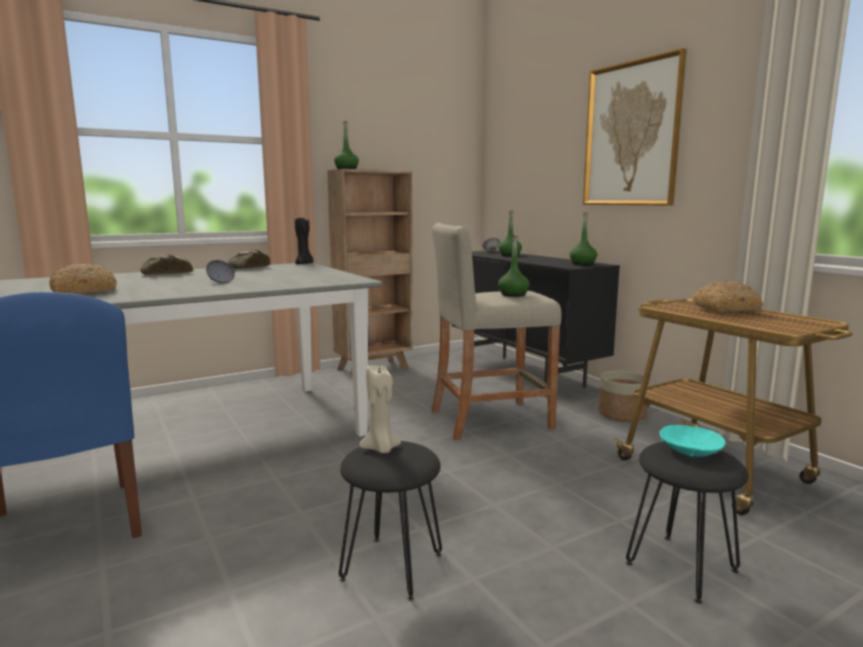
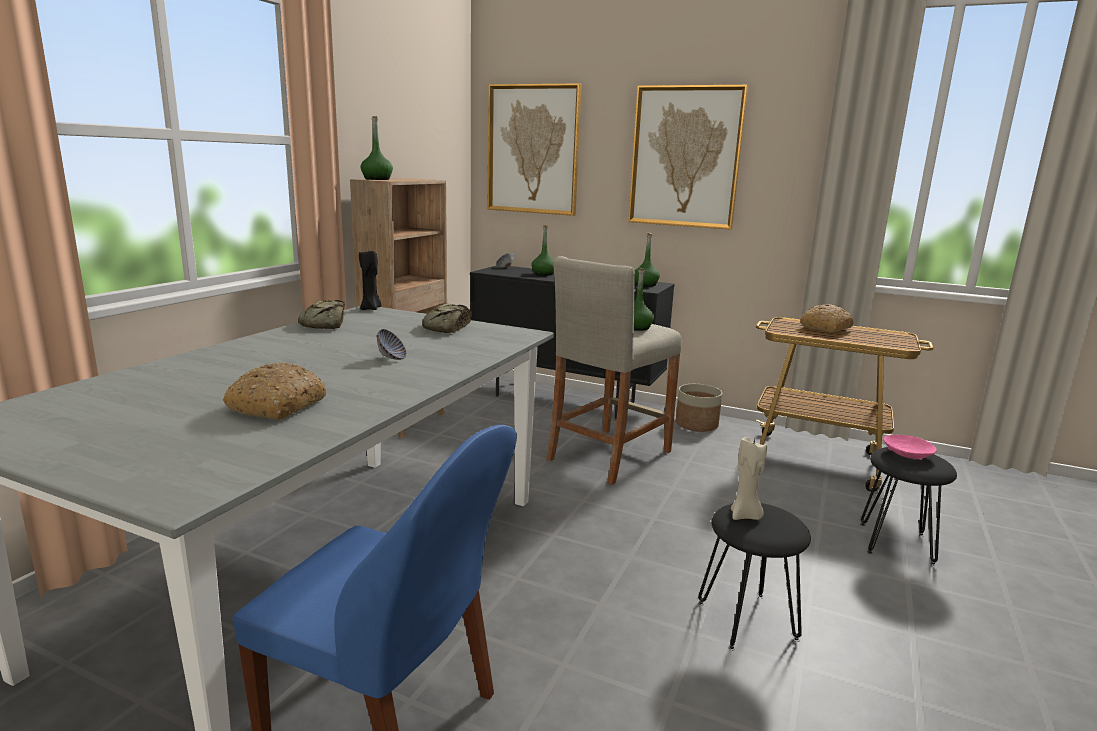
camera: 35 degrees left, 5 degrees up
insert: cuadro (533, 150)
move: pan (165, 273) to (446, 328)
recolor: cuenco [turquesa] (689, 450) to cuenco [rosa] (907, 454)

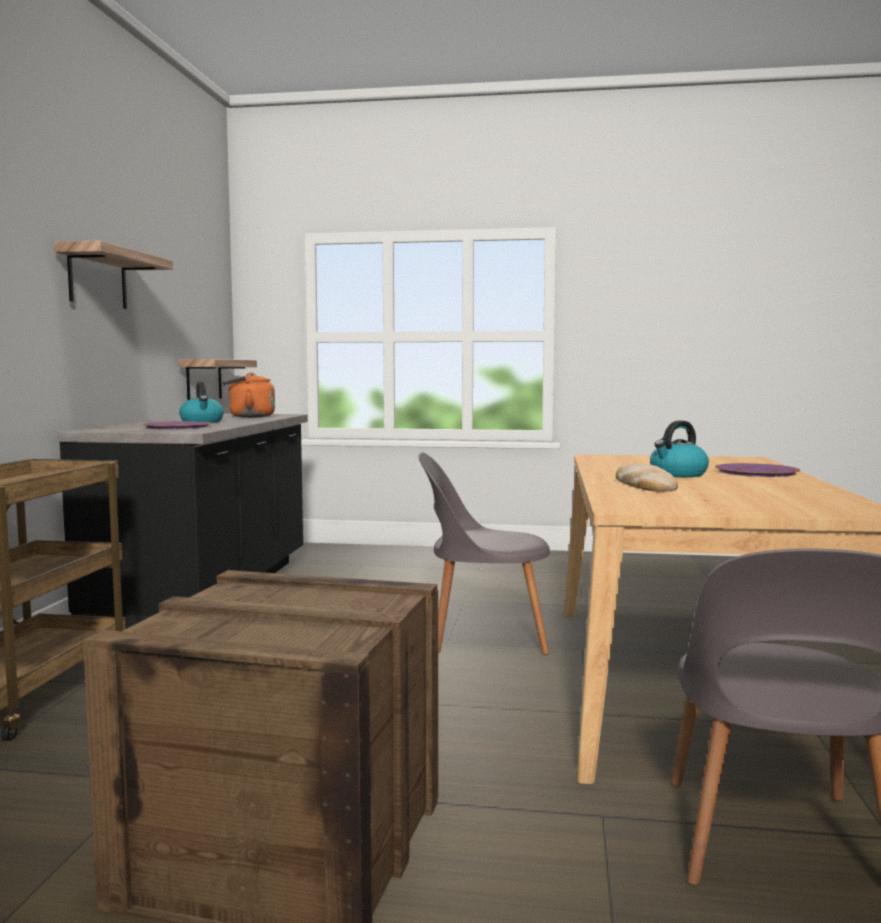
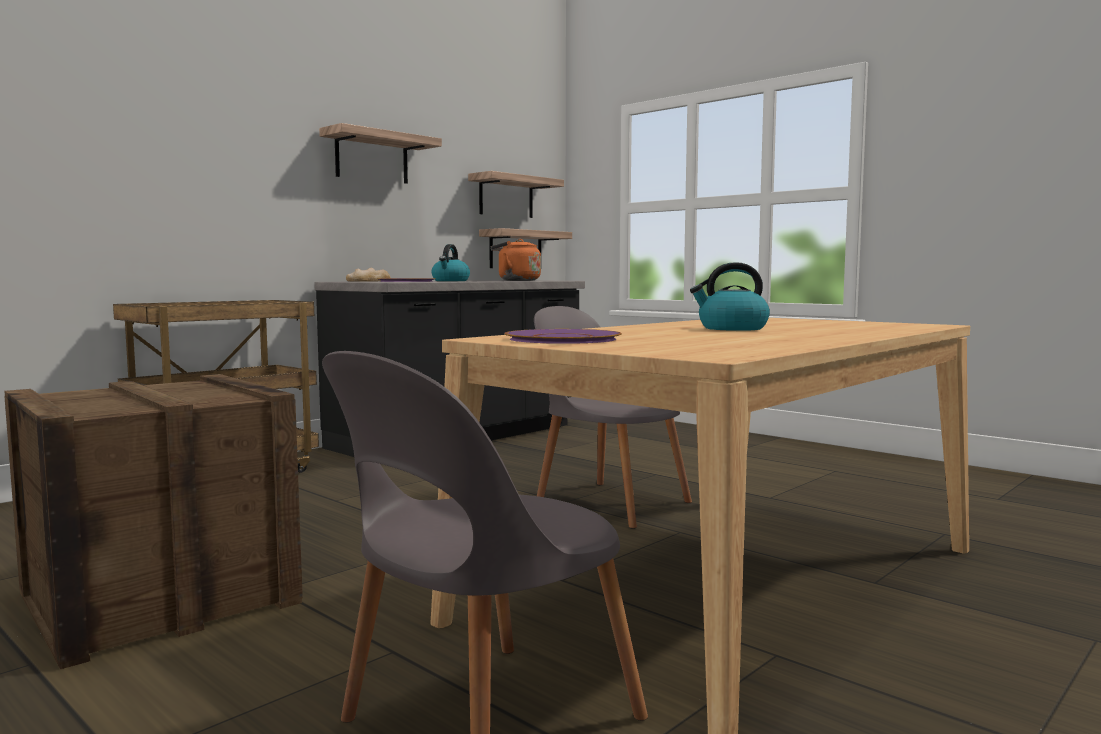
camera: 35 degrees right, 0 degrees up
insert: estante (506, 197)
move: pan (643, 485) to (369, 281); plato [morado] (756, 472) to (562, 339)

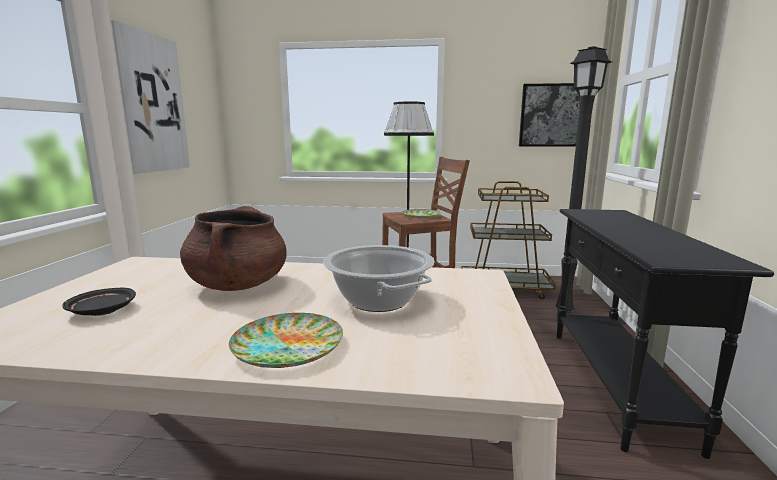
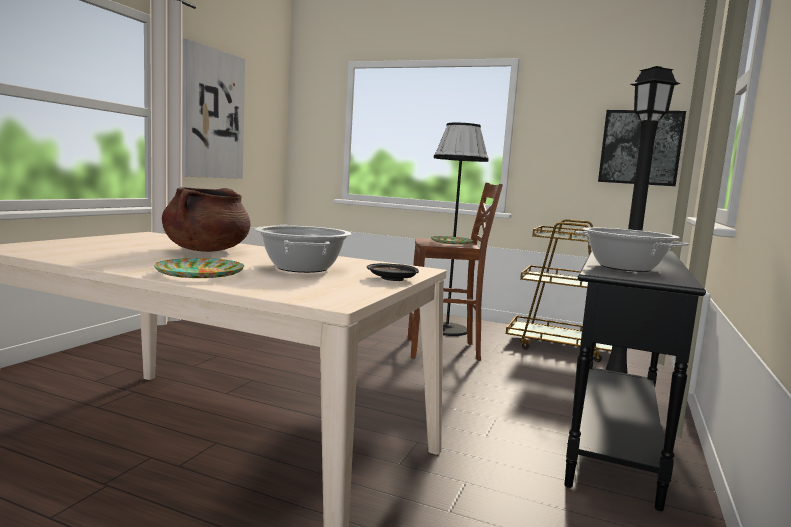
camera: 15 degrees right, 5 degrees down
insert: olla (625, 267)
move: plato [negro] (102, 311) to (392, 279)

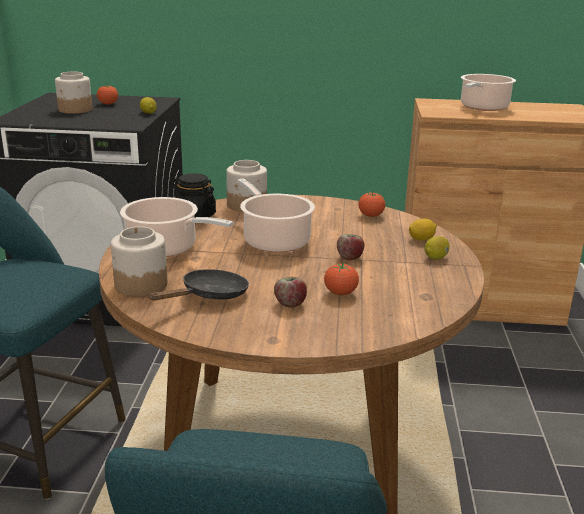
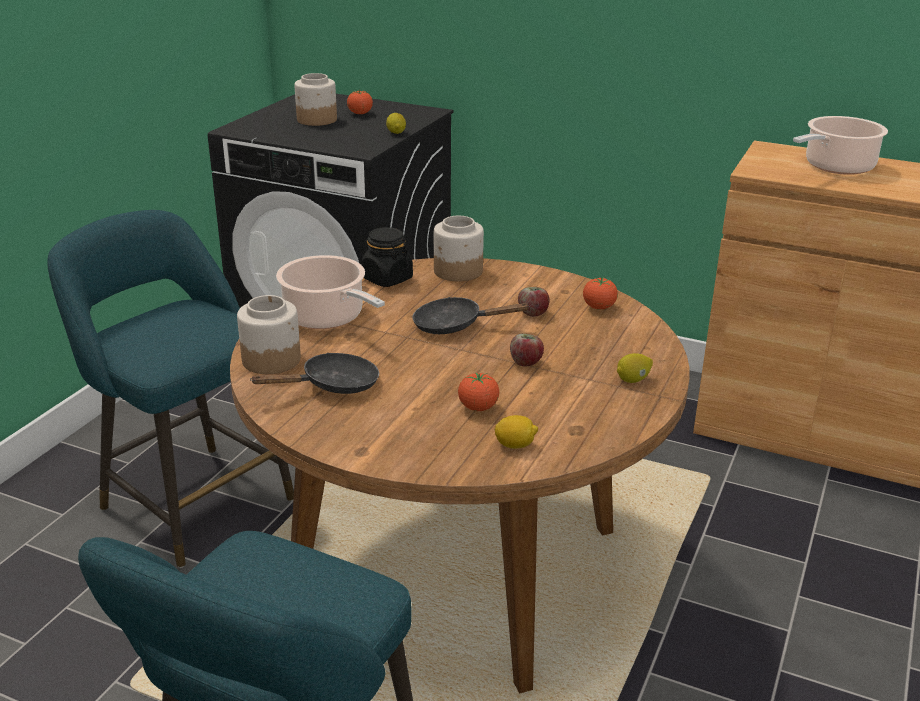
camera: 20 degrees right, 5 degrees up
move: manzana (290, 304) to (533, 313); limón (421, 239) to (515, 445)
replace: olla (274, 240) to sartén [negro] (454, 325)

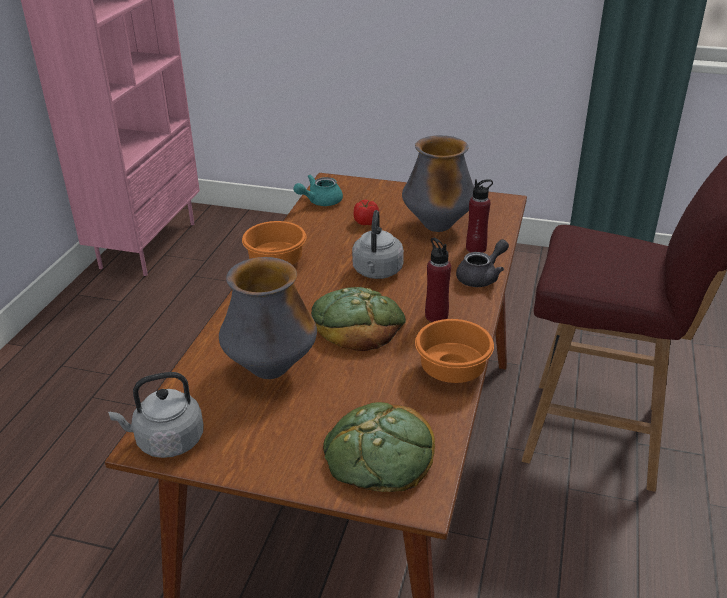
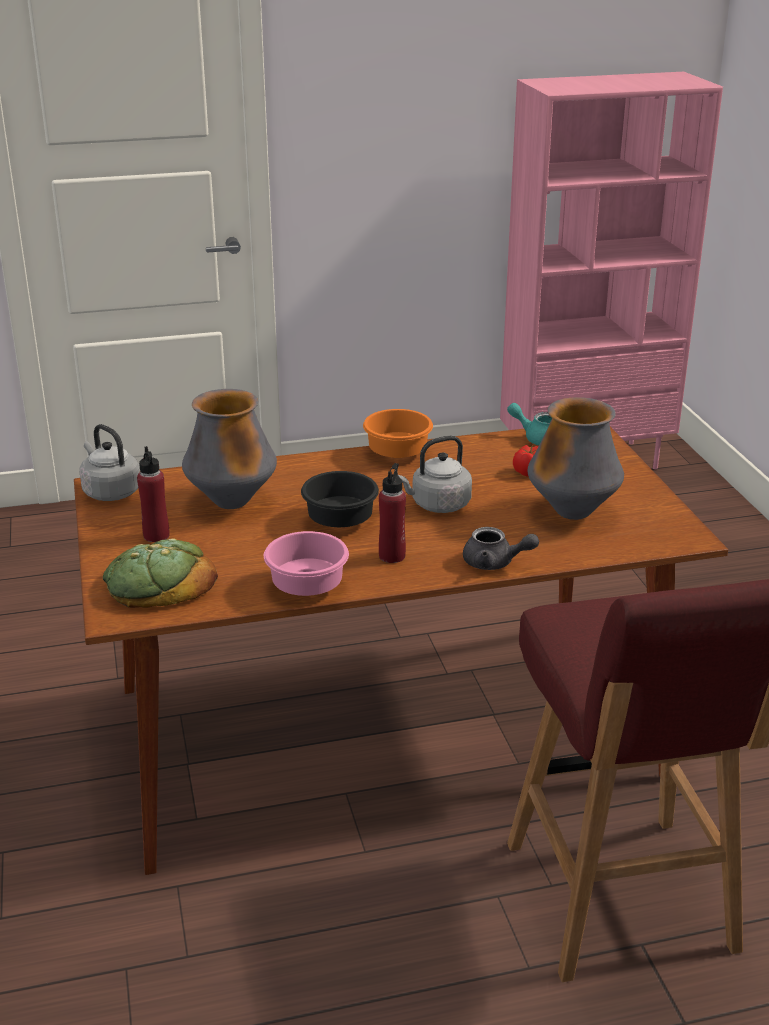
camera: 60 degrees right, 5 degrees down
move: botella [rojo] (476, 248) to (156, 535)
replace: pan (357, 323) to cuenco [negro] (338, 520)
recolor: cuenco [naranja] (455, 371) to cuenco [rosa] (308, 588)

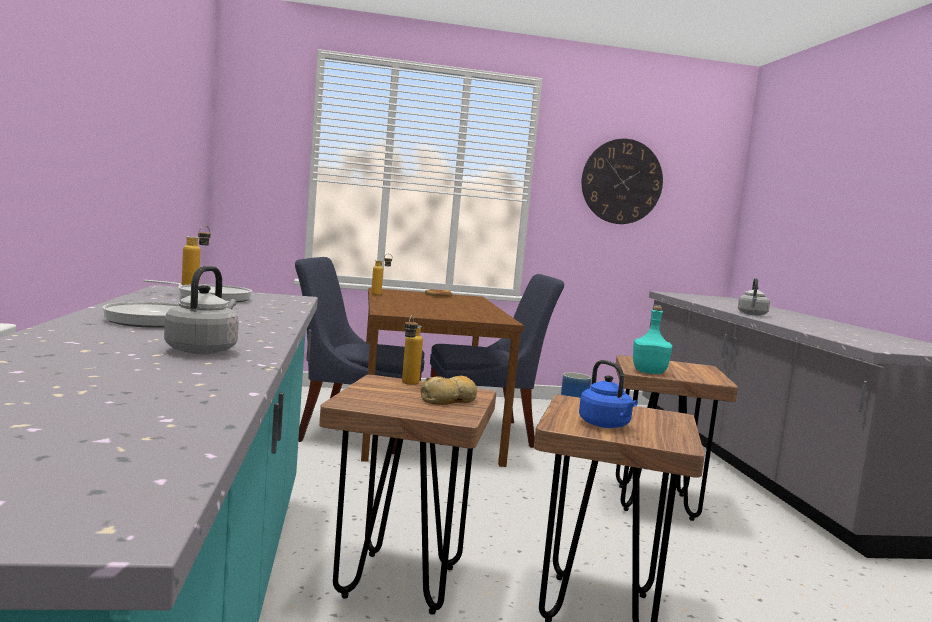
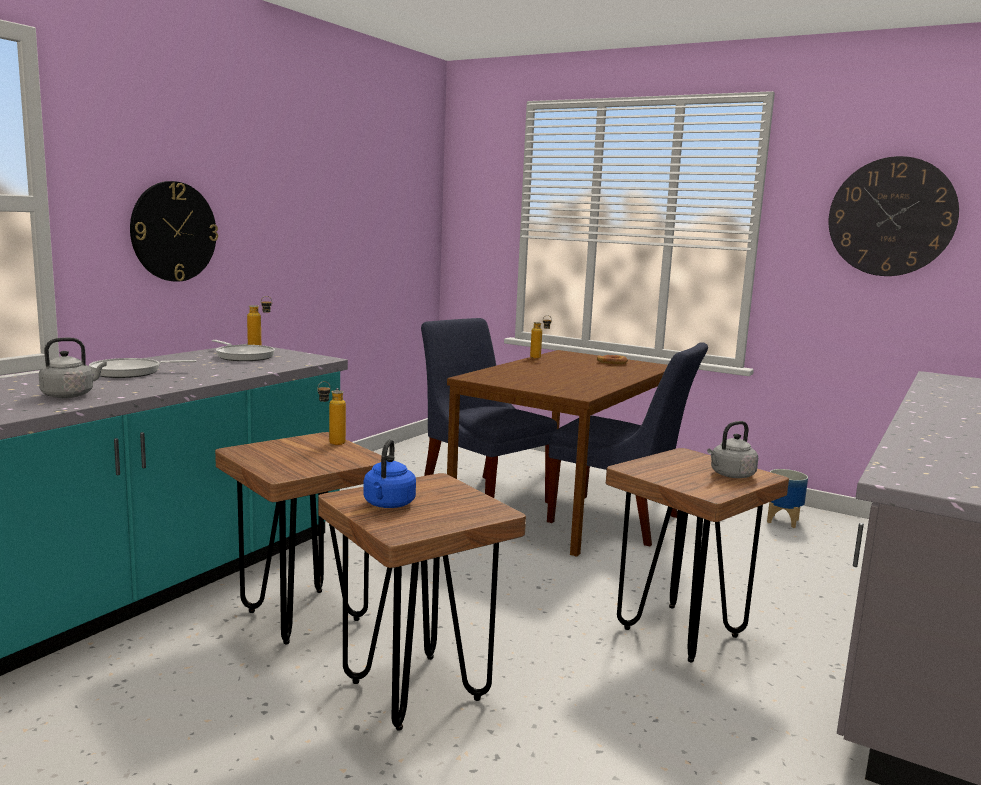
camera: 40 degrees right, 5 degrees up
delete: pan (449, 400); botella [turquesa] (649, 372)
insert: reloj de pared (173, 231)
move: hervidor [gris] (752, 314) to (730, 475)

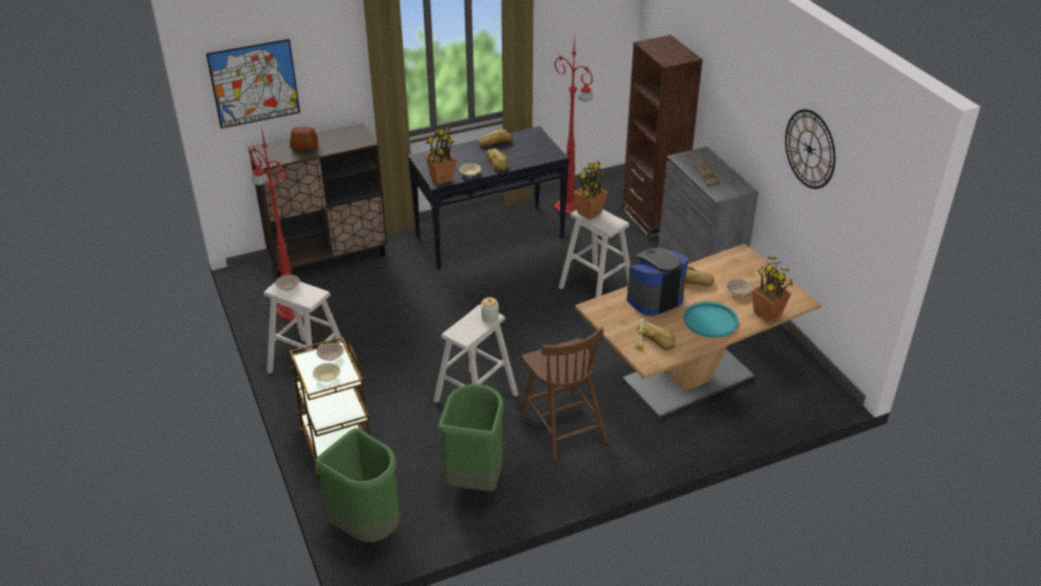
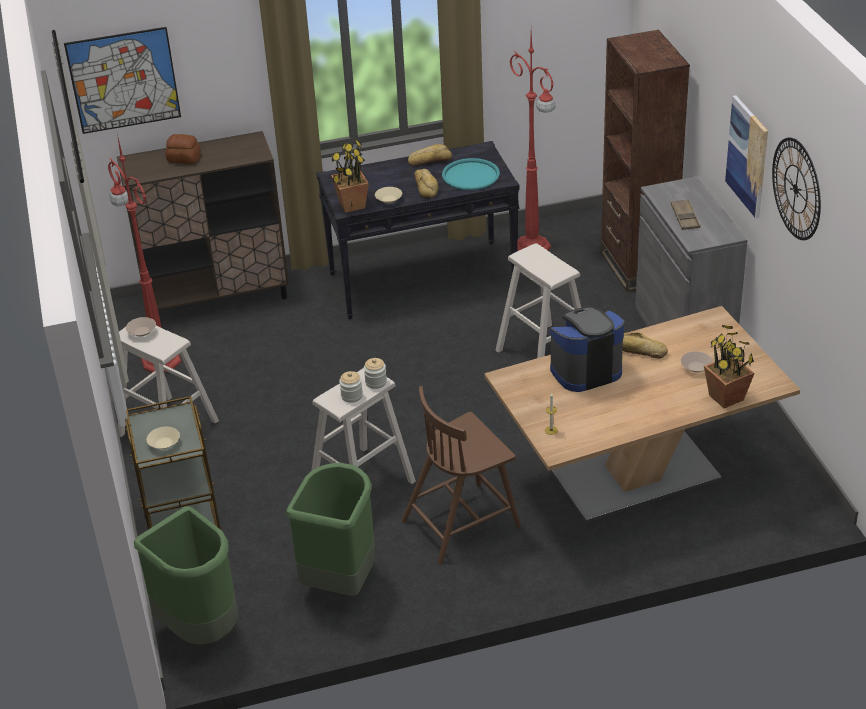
camera: 10 degrees right, 0 degrees up
delete: cuenco [beis] (331, 356); planta en maceta (589, 213); pan (656, 338)
insert: tarro (351, 396); cuadro (747, 156)
move: bandeja [turquesa] (710, 320) to (470, 175)
rotate: silla [marrón] (562, 425) = (462, 522) 75 degrees clockwise

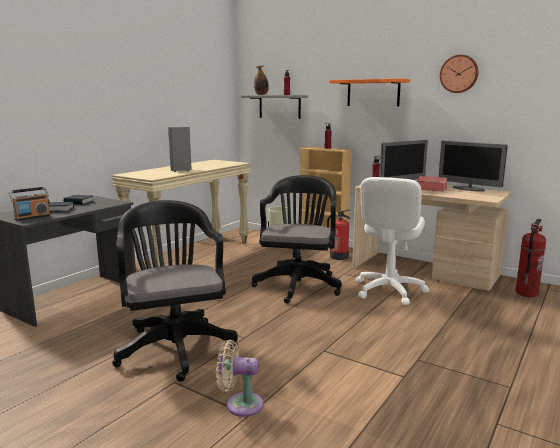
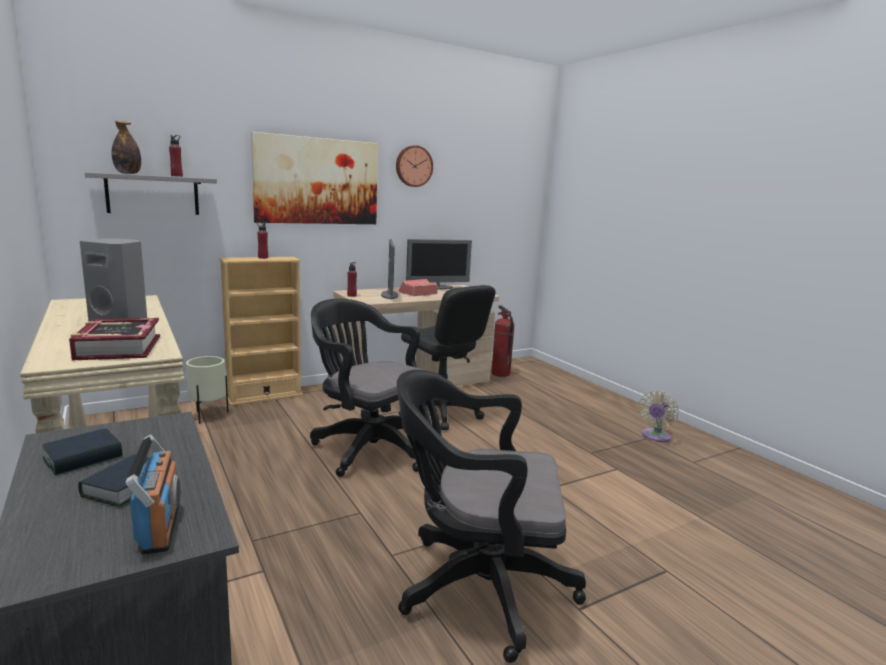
camera: 65 degrees left, 0 degrees up
delete: extintor (338, 256)
insert: libro (118, 348)
move: ventilador [beis] (240, 404) to (655, 437)
replace: estante [naranja] (373, 93) to cuadro (317, 181)
recolor: silla de oficina [blanco] (388, 290) to silla de oficina [negro] (440, 413)

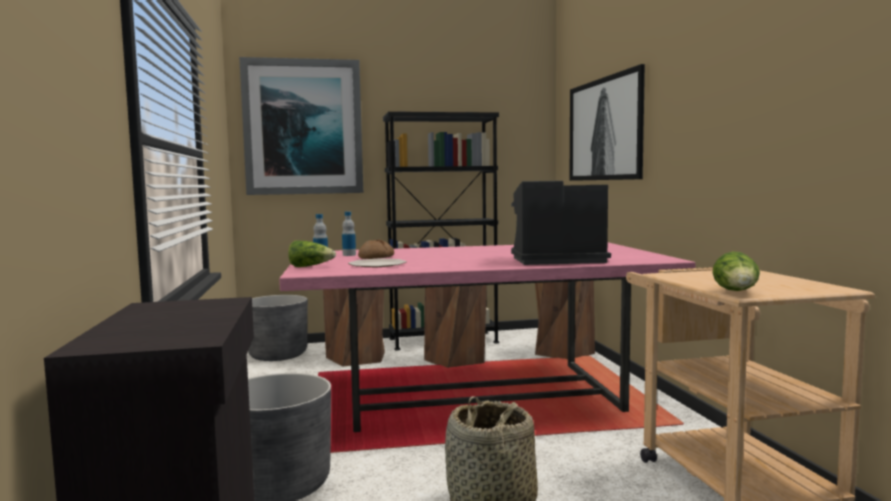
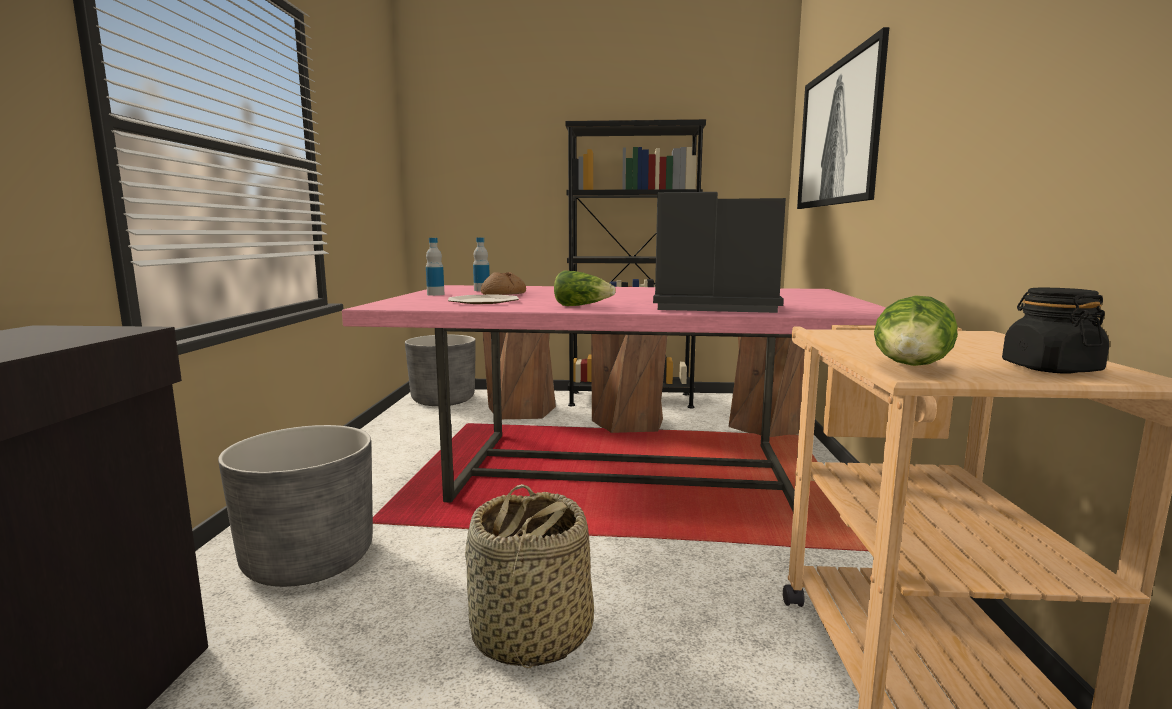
camera: 15 degrees right, 5 degrees up
delete: cuadro (303, 127)
insert: tarro [negro] (1049, 368)
move: lechuga (310, 267) to (582, 306)

